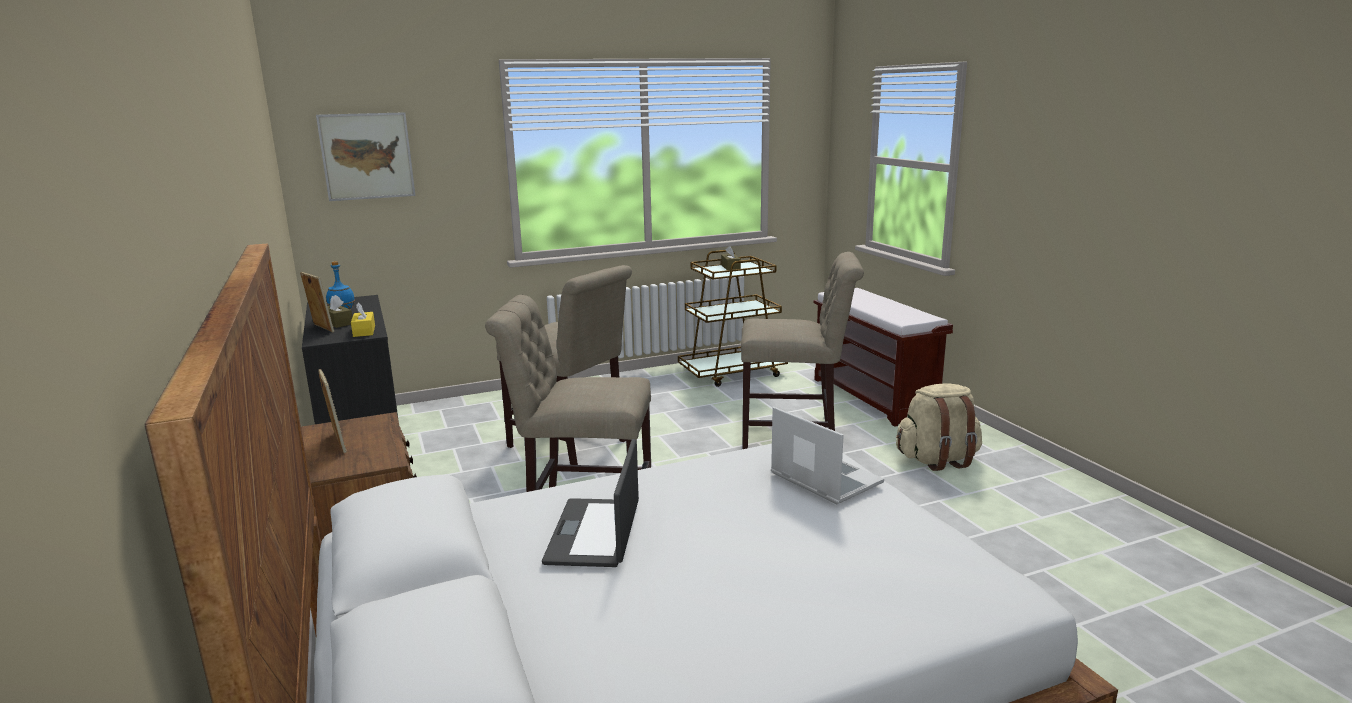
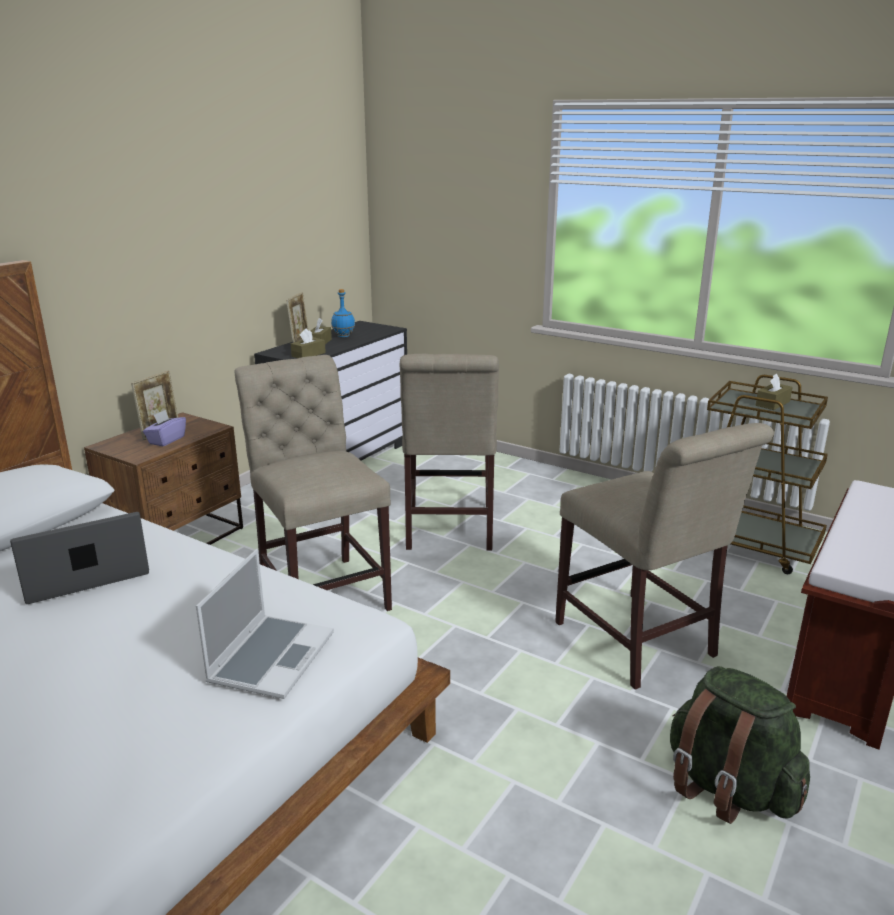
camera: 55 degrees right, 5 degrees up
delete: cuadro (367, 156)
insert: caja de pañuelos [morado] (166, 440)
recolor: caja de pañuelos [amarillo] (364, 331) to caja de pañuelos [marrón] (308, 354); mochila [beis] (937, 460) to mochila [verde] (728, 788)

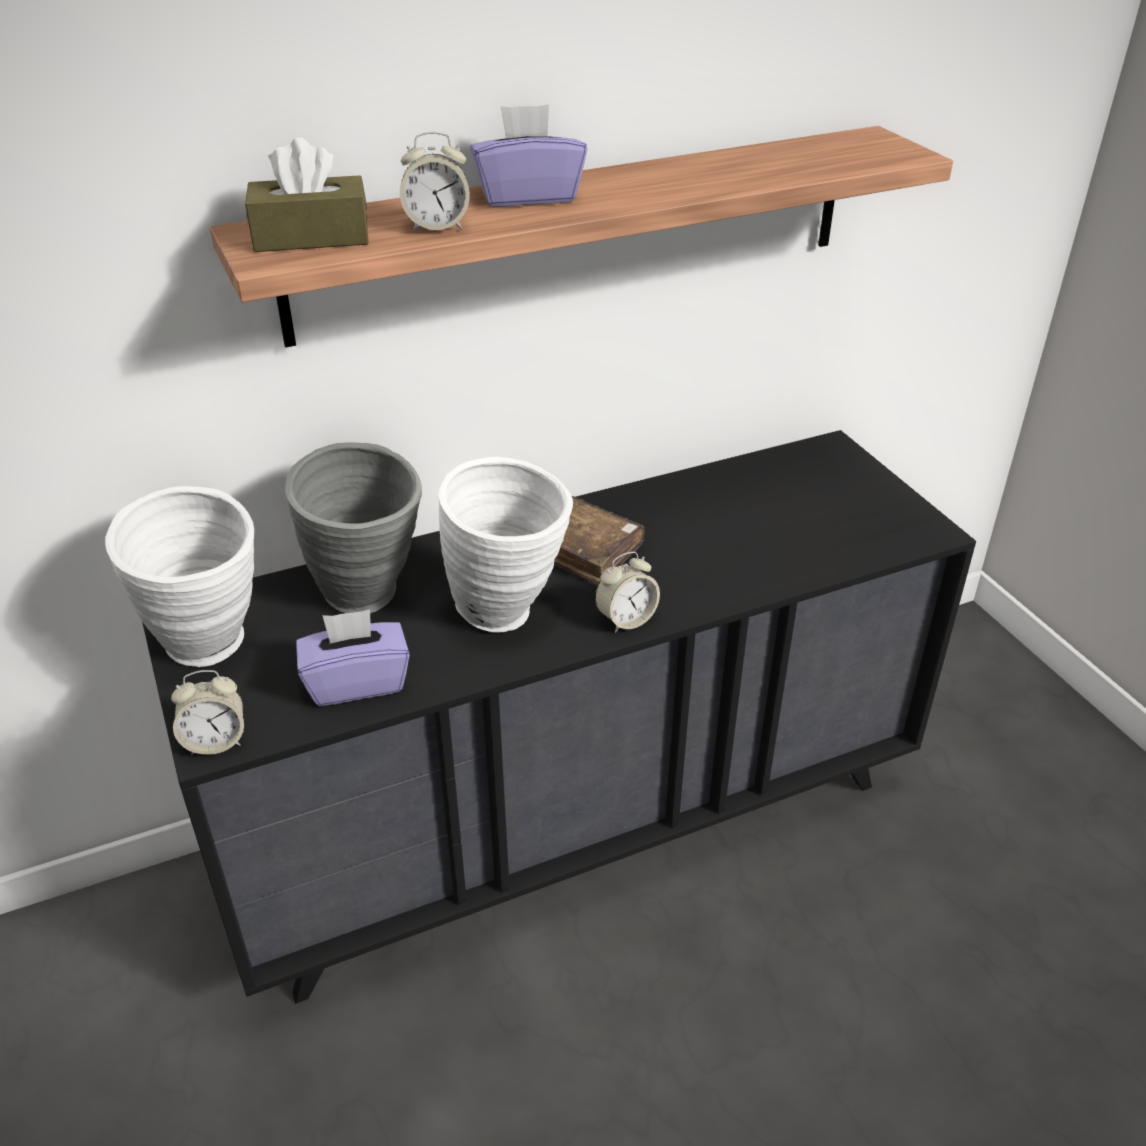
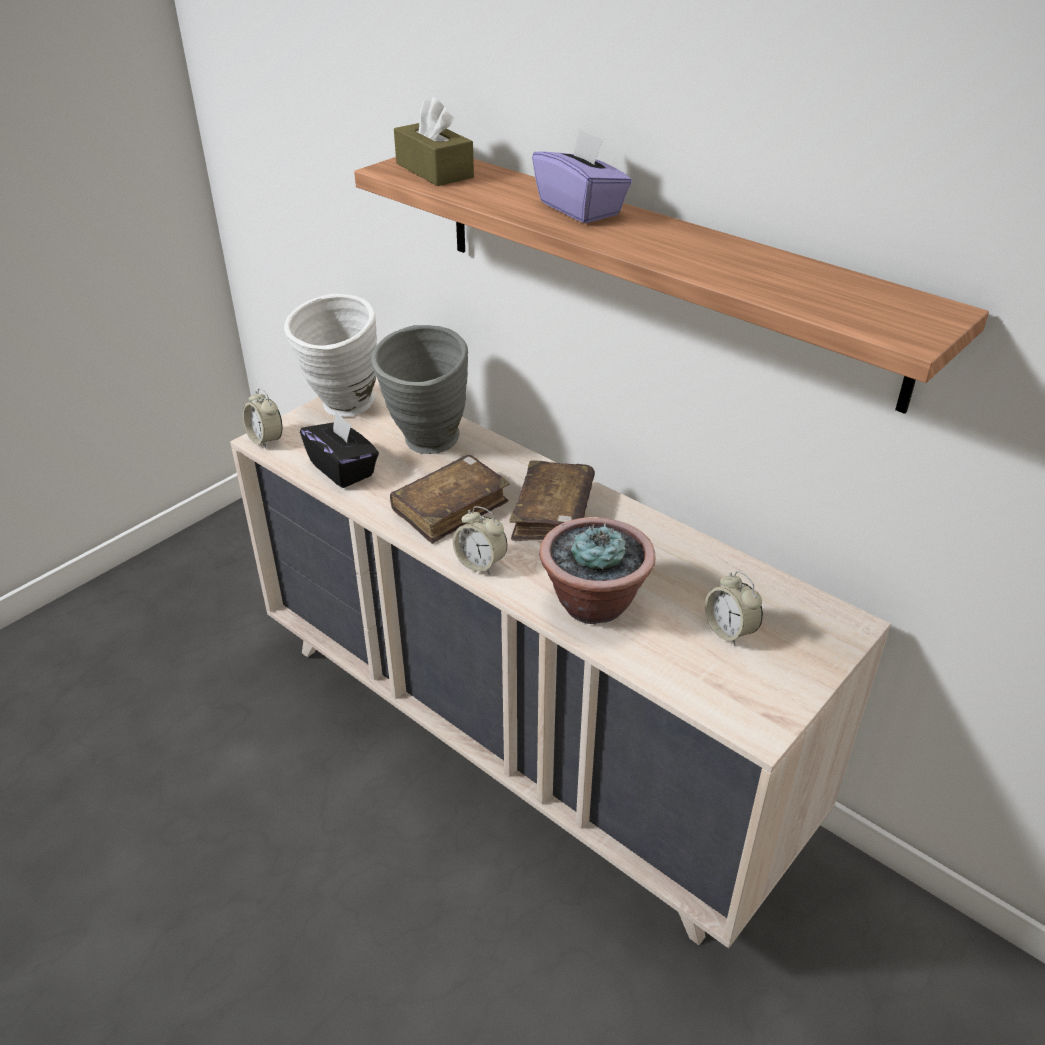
camera: 65 degrees right, 0 degrees up
insert: planta en maceta (593, 603)
move: despertador (437, 226) to (729, 631)
replace: florero [blanco] (511, 614) to libro [marrón] (450, 508)
recolor: cómoda [negro] (574, 820) to cómoda [beis] (523, 735); caja de pañuelos [morado] (357, 682) to caja de pañuelos [negro] (343, 469)

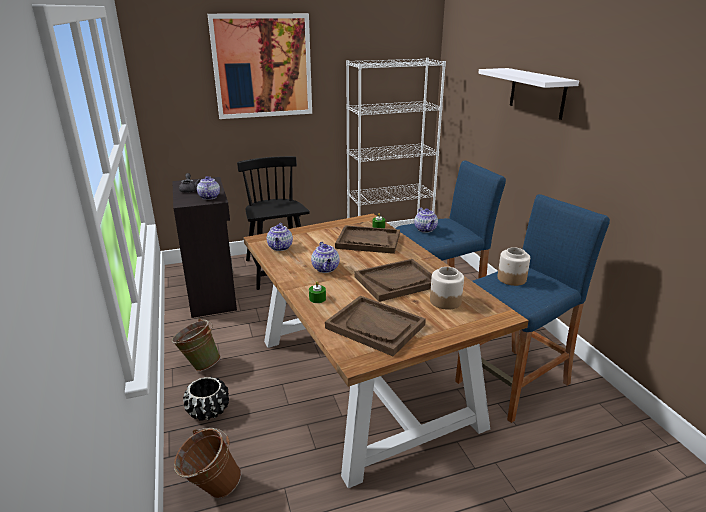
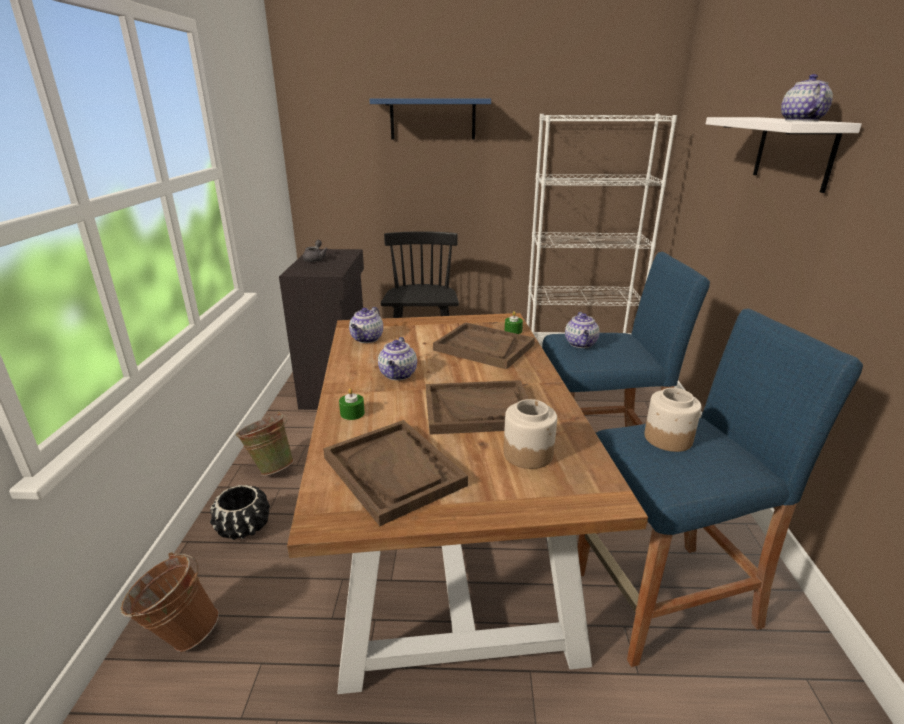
camera: 20 degrees right, 0 degrees up
move: tetera (209, 197) to (800, 121)
replace: cuadro (262, 66) to estante [azul] (432, 119)

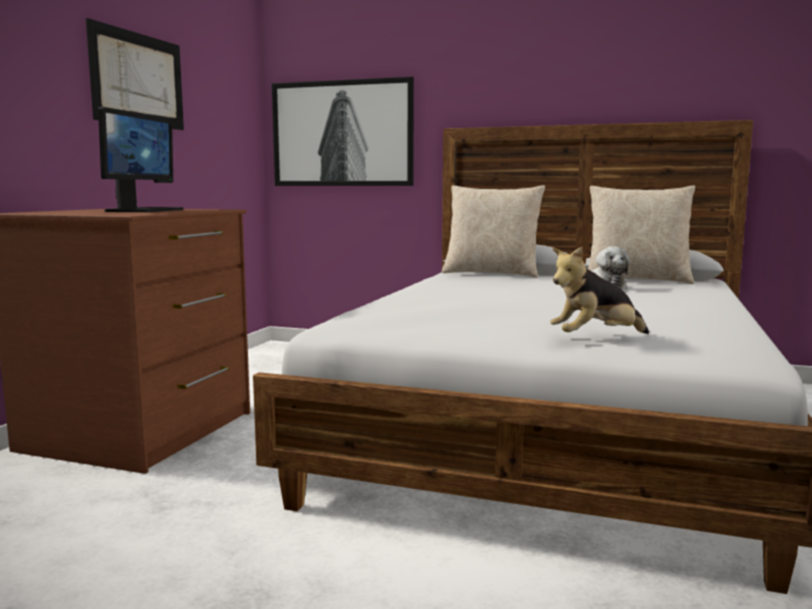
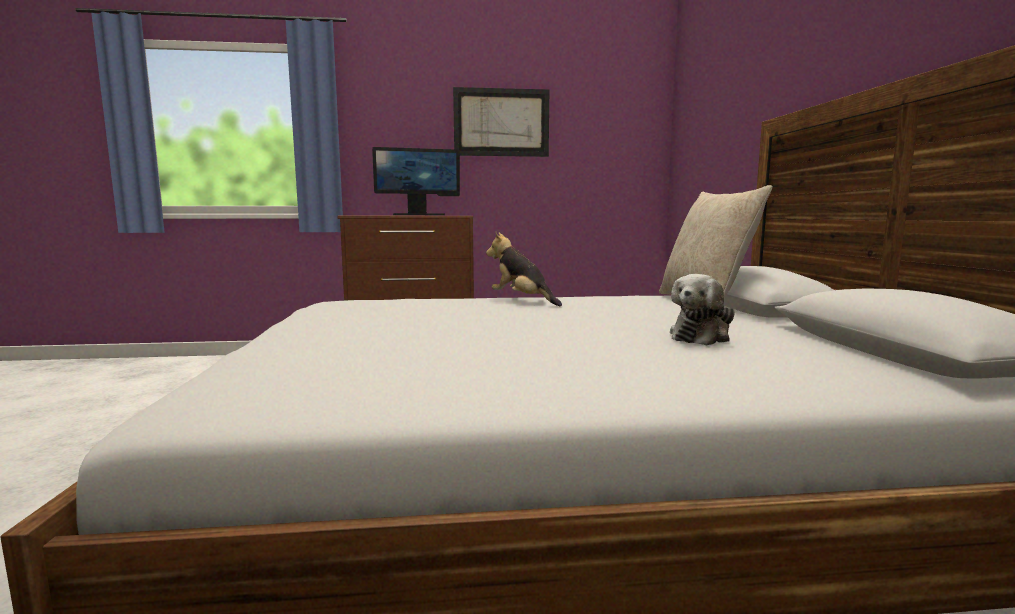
camera: 65 degrees right, 0 degrees up
delete: cuadro (342, 134); cojín [beis] (637, 280)
move: peluche (595, 339) to (522, 301)

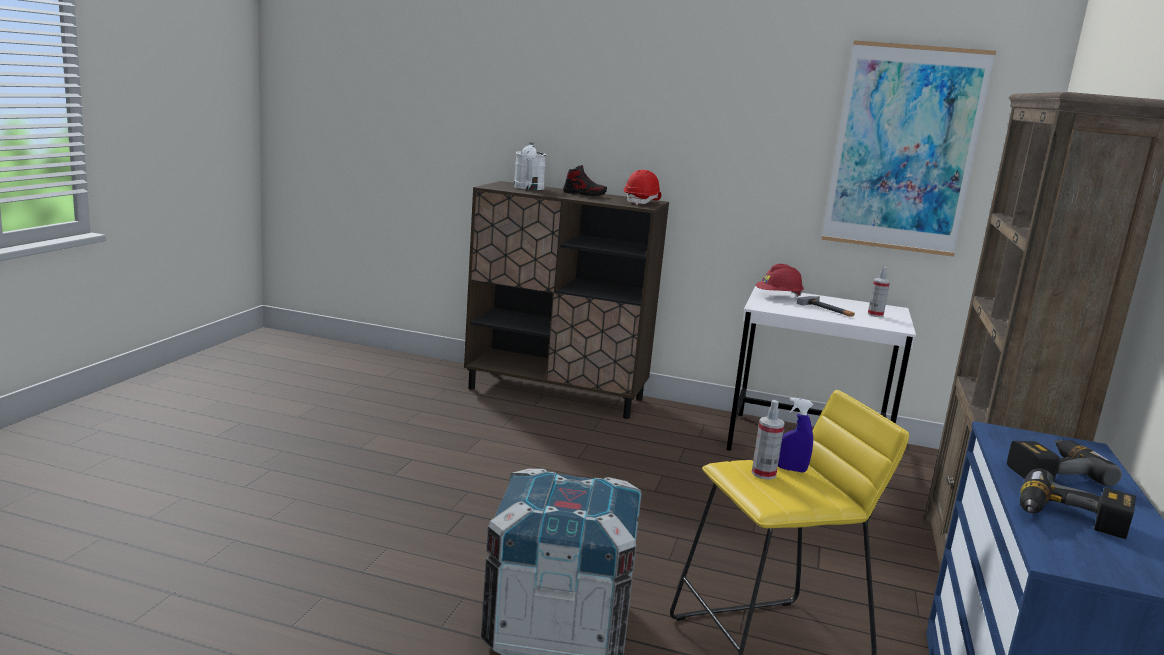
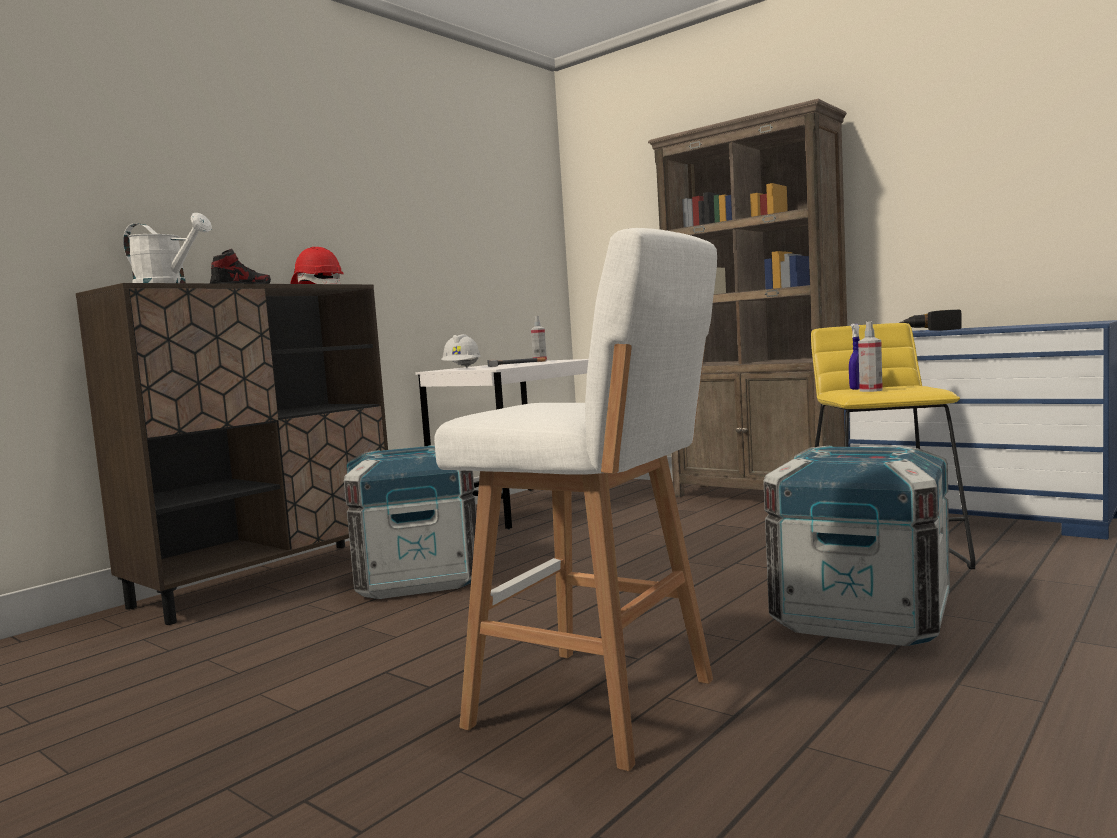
camera: 65 degrees left, 10 degrees down
delete: cuadro (904, 149); taladro (1069, 520)
insert: caja de embalaje (416, 579); taburete [blanco] (600, 705)
recolor: casco [rojo] (778, 296) to casco [blanco] (462, 368)

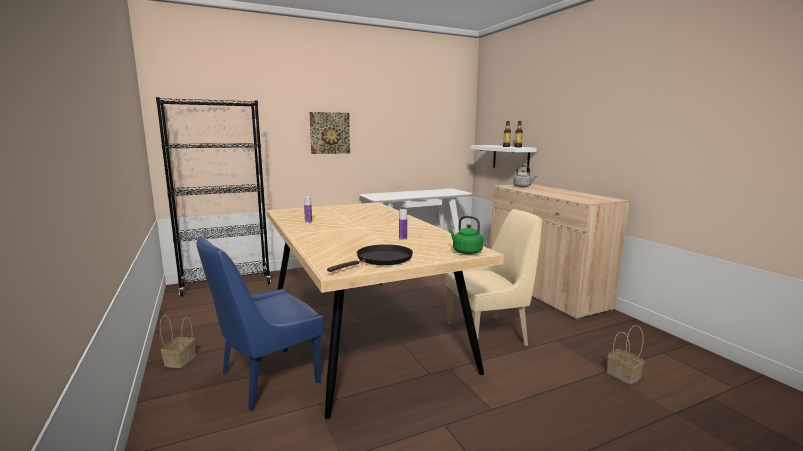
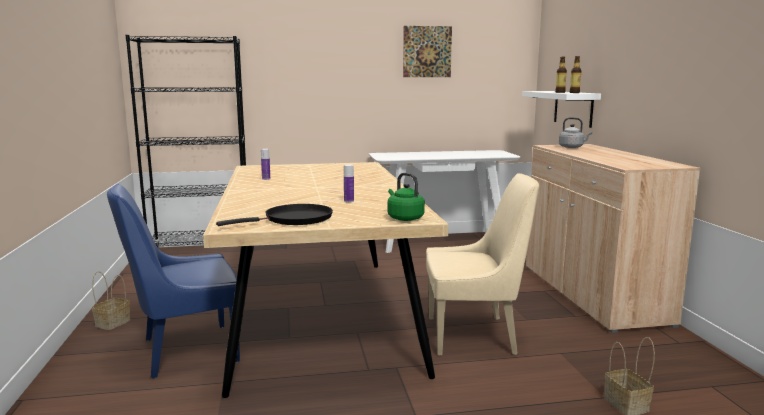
camera: 15 degrees right, 0 degrees up
move: cuadro (330, 133) to (427, 51)

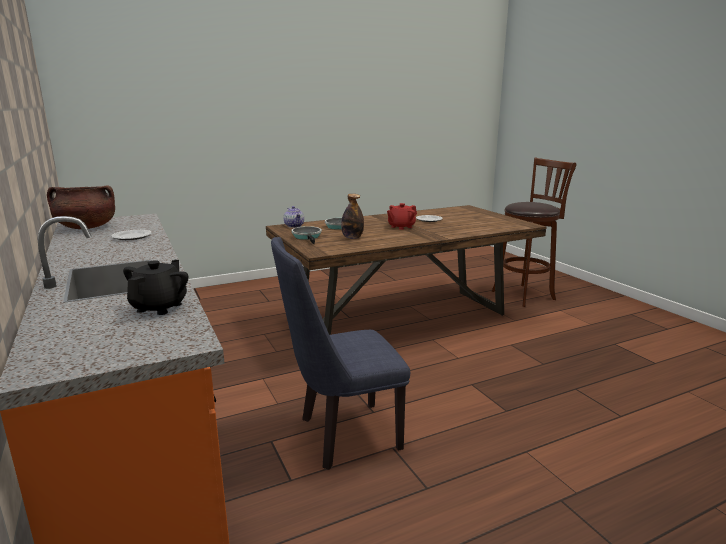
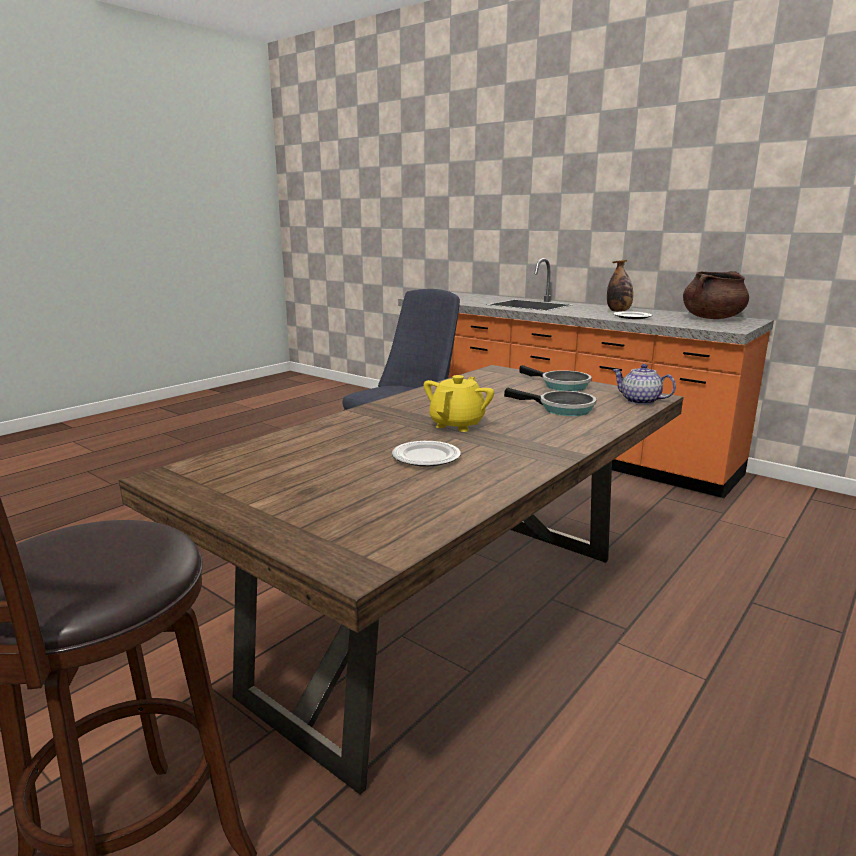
camera: 155 degrees right, 0 degrees up
delete: tetera [negro] (160, 307)
move: botella (352, 238) to (618, 311)
recolor: tetera [rojo] (401, 227) to tetera [amarillo] (457, 424)

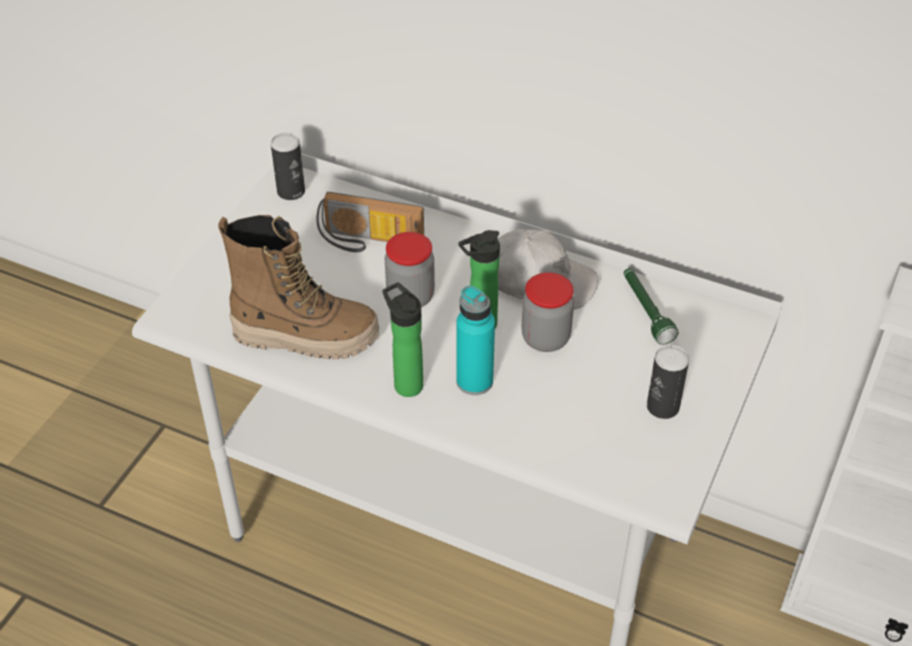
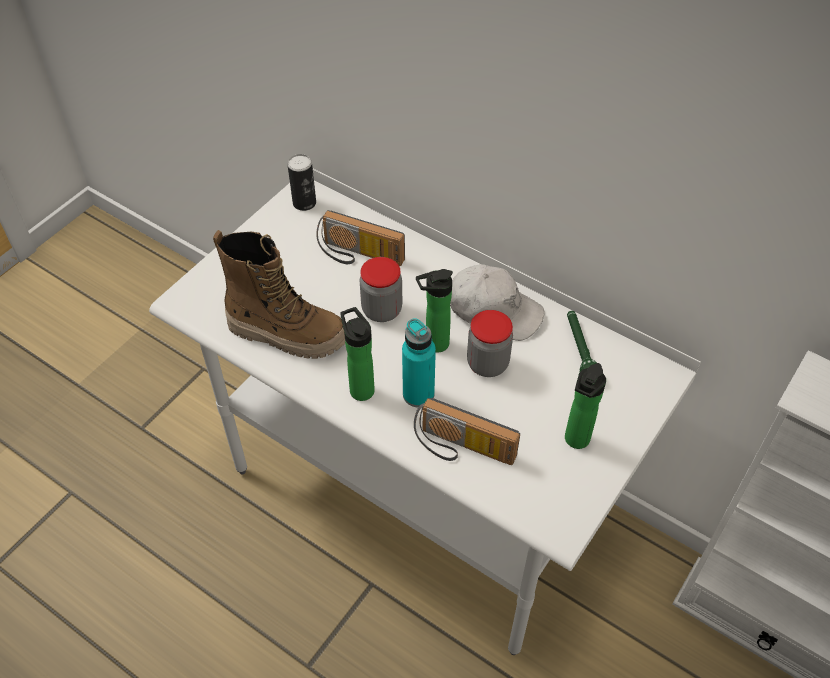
camera: 10 degrees right, 5 degrees up
insert: radio (461, 449)
replace: lata (663, 406) to botella (575, 441)

